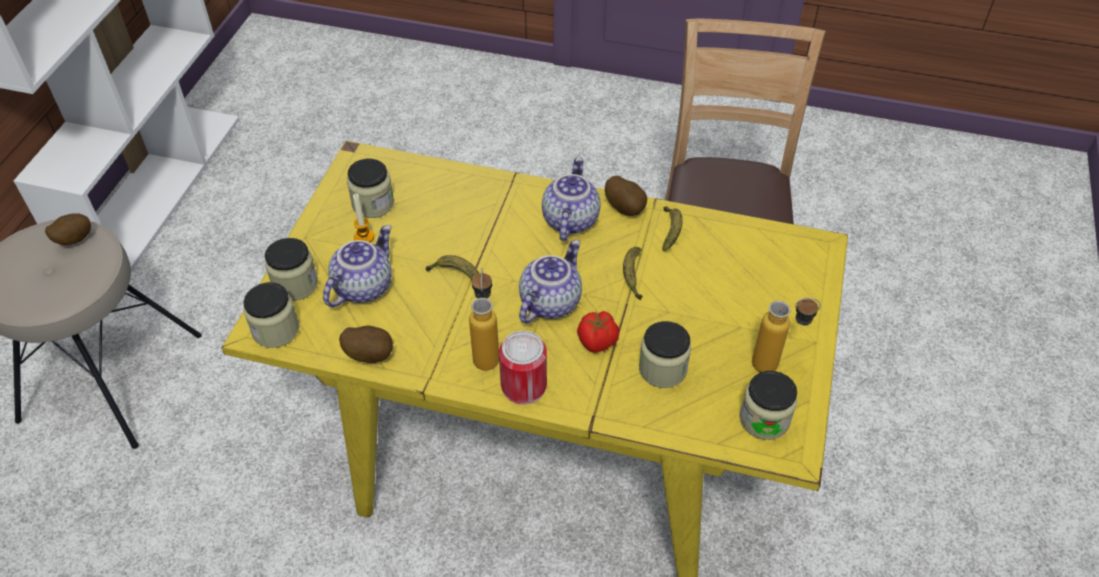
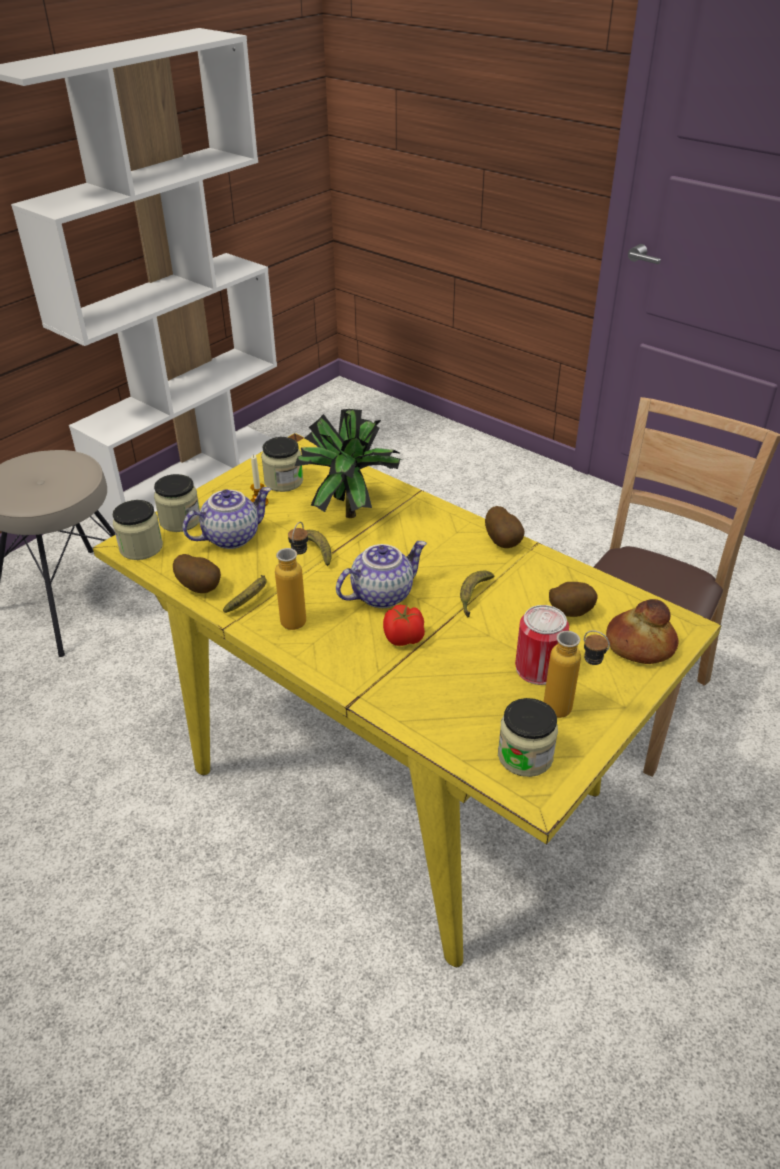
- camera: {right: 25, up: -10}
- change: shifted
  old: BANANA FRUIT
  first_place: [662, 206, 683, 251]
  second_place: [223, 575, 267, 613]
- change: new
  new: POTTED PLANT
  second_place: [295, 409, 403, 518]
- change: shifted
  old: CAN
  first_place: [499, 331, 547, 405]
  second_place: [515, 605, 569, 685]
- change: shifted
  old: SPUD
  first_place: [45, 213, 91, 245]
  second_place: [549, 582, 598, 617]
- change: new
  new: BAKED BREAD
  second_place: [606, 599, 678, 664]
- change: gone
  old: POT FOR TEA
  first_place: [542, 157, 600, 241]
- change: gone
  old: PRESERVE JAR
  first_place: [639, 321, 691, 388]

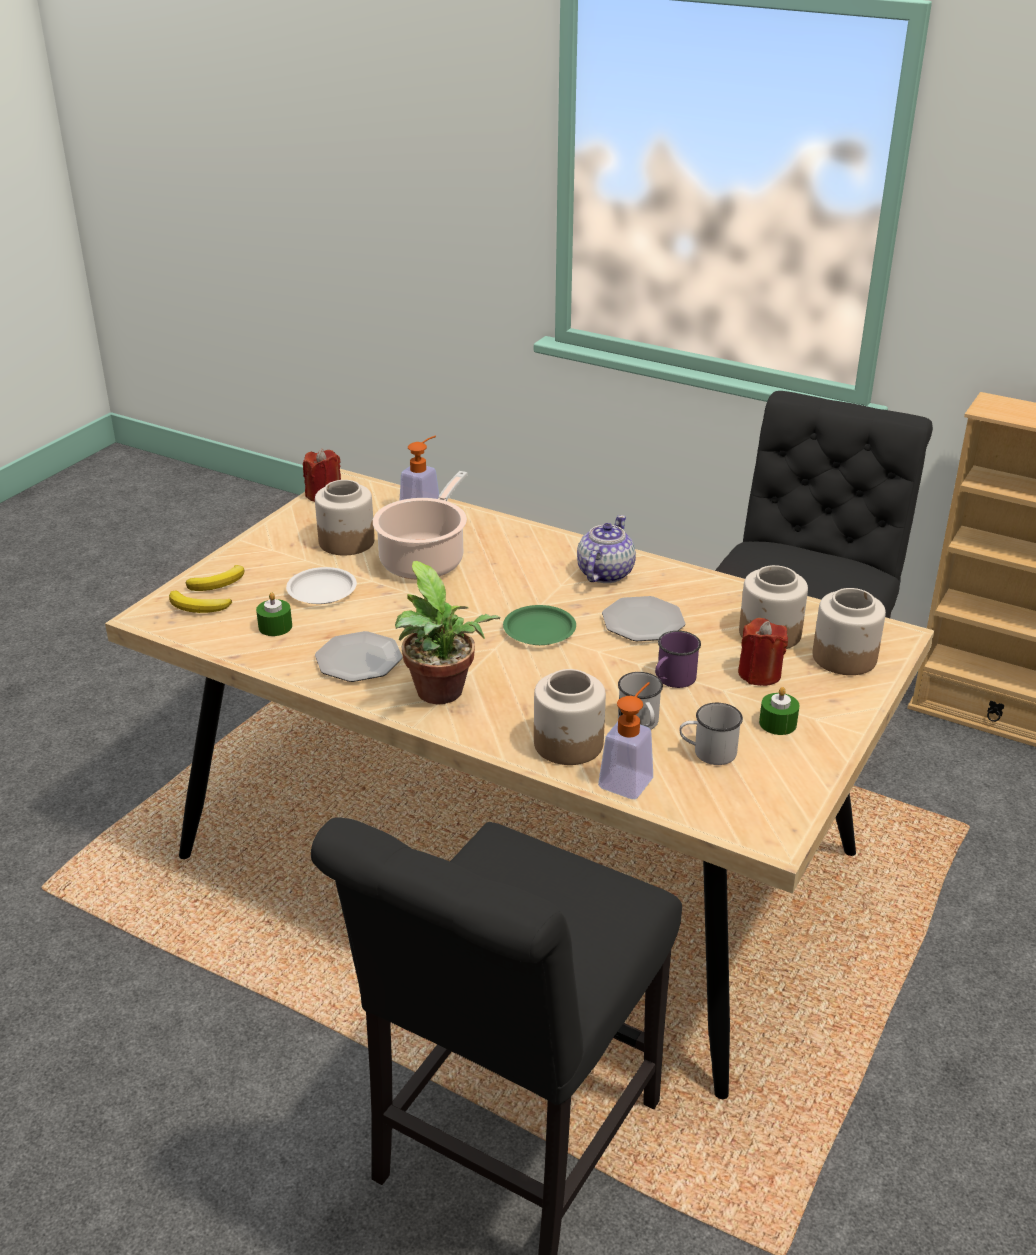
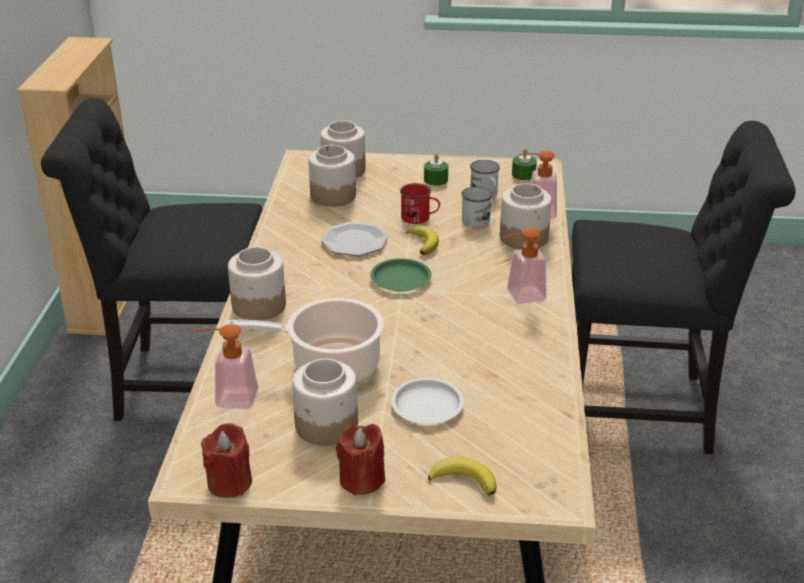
- camera: {right: -115, up: 0}
- change: new
  new: PRESERVE JAR
  second_place: [228, 247, 286, 320]
- change: shifted
  old: REDDISH WAX LIGHT
  first_place: [738, 618, 788, 686]
  second_place: [336, 424, 385, 495]
- change: repainted
  old: PURPLE TEA MUG
  new: REDDISH TEA MUG
  first_place: [655, 631, 701, 688]
  second_place: [400, 183, 440, 224]
- change: shifted
  old: BANANA FRUIT
  first_place: [169, 590, 232, 613]
  second_place: [406, 226, 439, 255]
- change: swapped
  old: POTTED PLANT
  new: LIQUID SOAP BOTTLE
  first_place: [395, 561, 501, 704]
  second_place: [501, 227, 547, 304]
- change: shifted
  old: GREEN WAX LIGHT
  first_place: [256, 592, 292, 636]
  second_place: [512, 148, 537, 180]
- change: gone
  old: PLATE
  first_place: [315, 631, 403, 682]
- change: gone
  old: POT FOR TEA
  first_place: [577, 515, 636, 583]

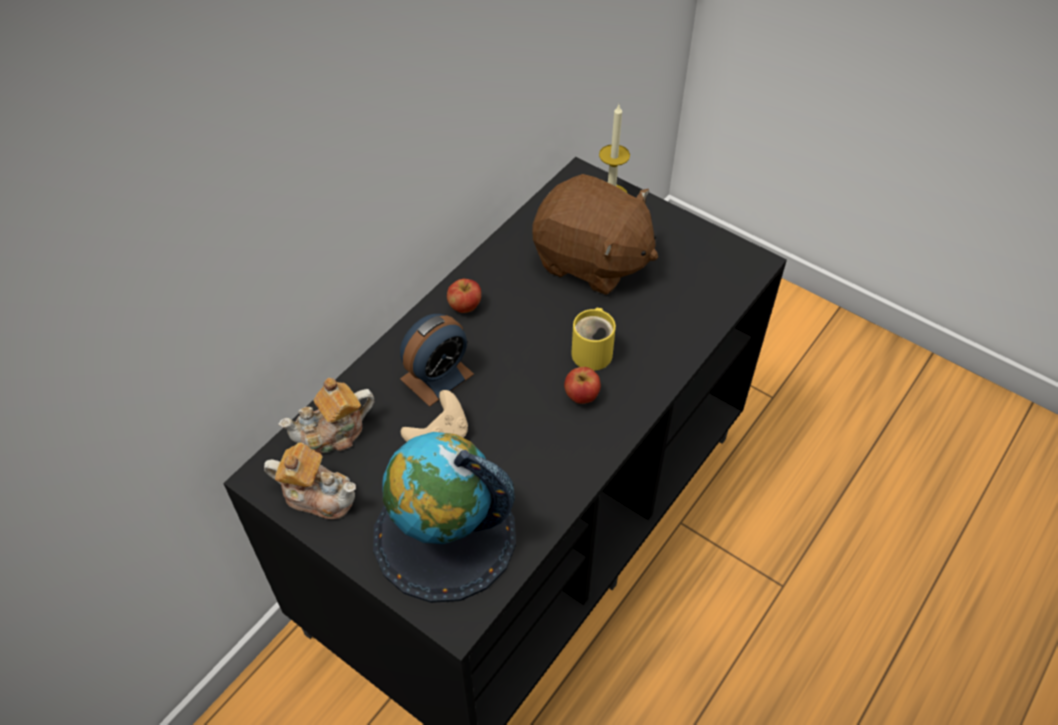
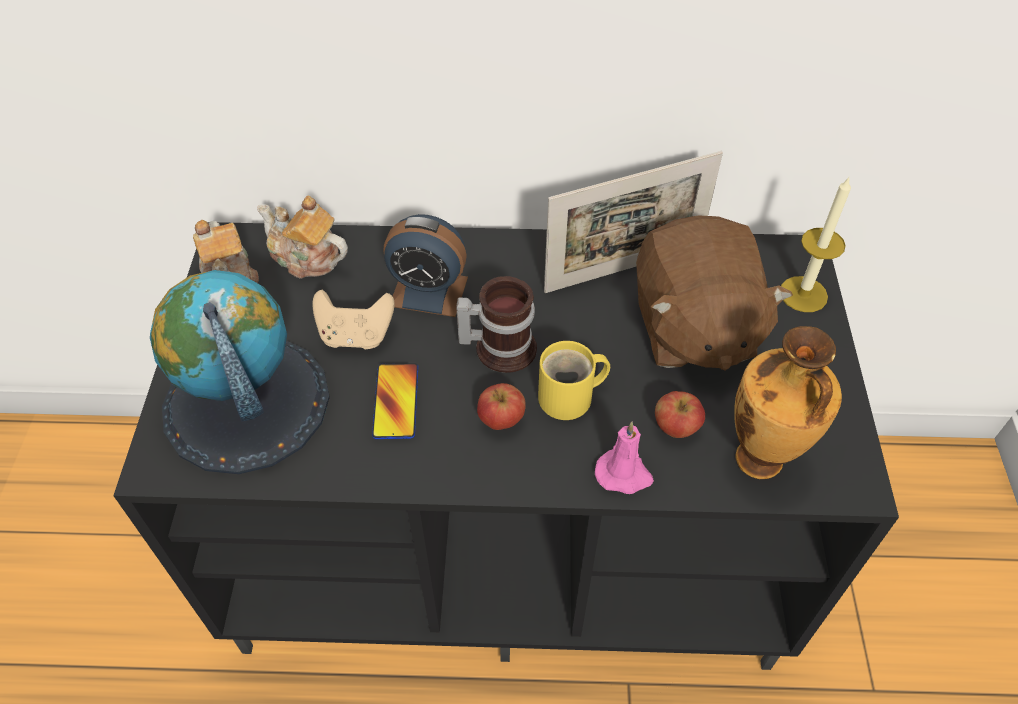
- camera: {right: 55, up: 0}
- change: new
  new: TELEPHONE
  second_place: [372, 363, 418, 439]
- change: new
  new: TEA MUG
  second_place: [456, 276, 537, 373]
- change: new
  new: PICTURE FRAME
  second_place: [544, 151, 723, 293]
- change: new
  new: PINK WAX LIGHT
  second_place: [595, 421, 654, 494]
- change: shifted
  old: APPLE FRUIT
  first_place: [447, 279, 481, 313]
  second_place: [655, 391, 705, 438]
- change: new
  new: VASE
  second_place: [734, 326, 842, 479]

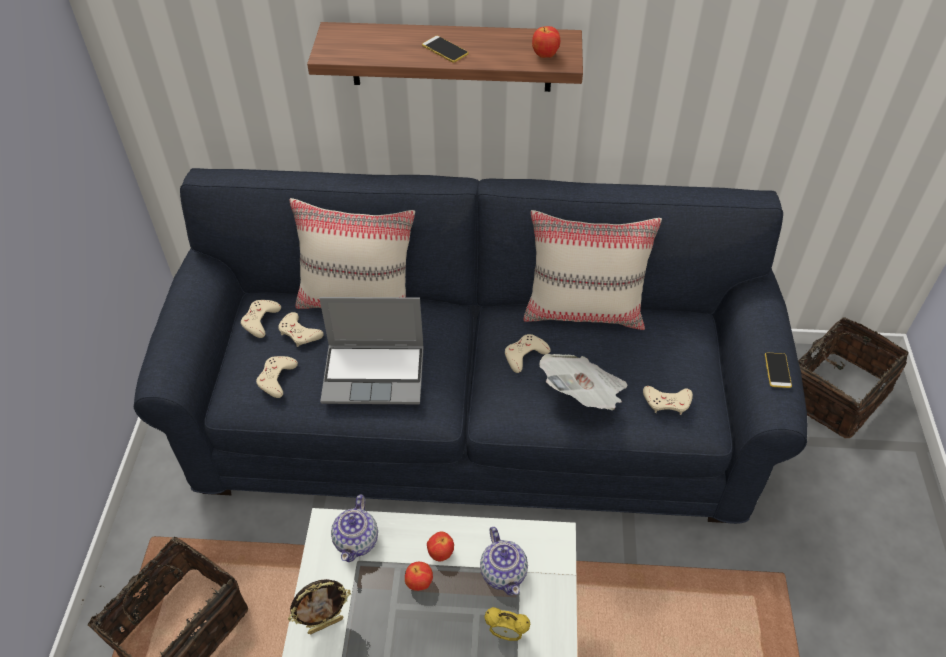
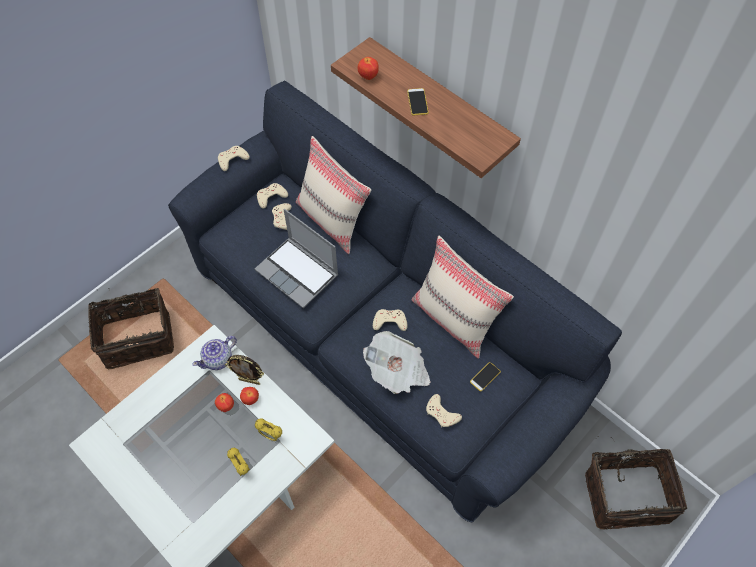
- camera: {right: 40, up: 10}
- change: shifted
  old: BEIGE-COLOURED GAMEPAD
  first_place: [256, 356, 298, 398]
  second_place: [218, 146, 250, 171]
- change: shifted
  old: PICTURE FRAME
  first_place: [288, 579, 351, 634]
  second_place: [225, 355, 264, 385]
- change: swapped
  old: POT FOR TEA
  new: BEDSIDE CLOCK
  first_place: [480, 527, 528, 596]
  second_place: [255, 418, 282, 441]
- change: shifted
  old: APPLE FRUIT
  first_place: [532, 26, 560, 58]
  second_place: [358, 57, 379, 80]
- change: shifted
  old: TELEPHONE
  first_place: [765, 353, 792, 388]
  second_place: [470, 362, 501, 391]

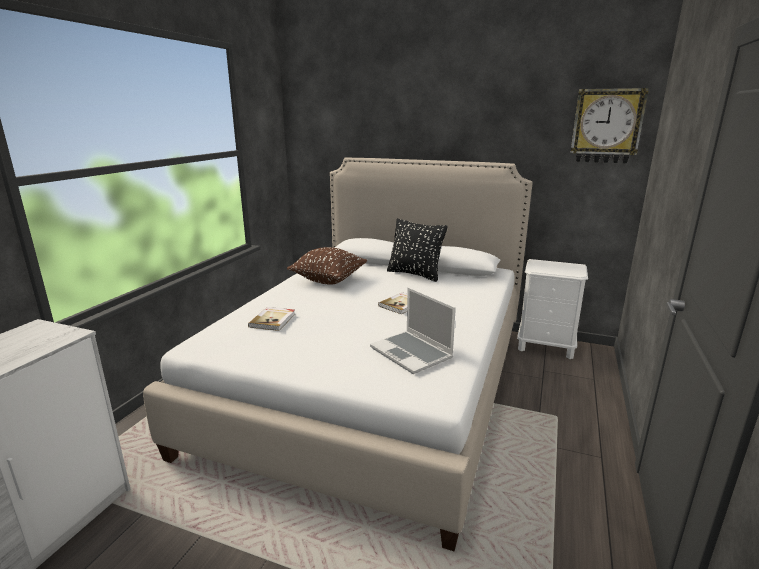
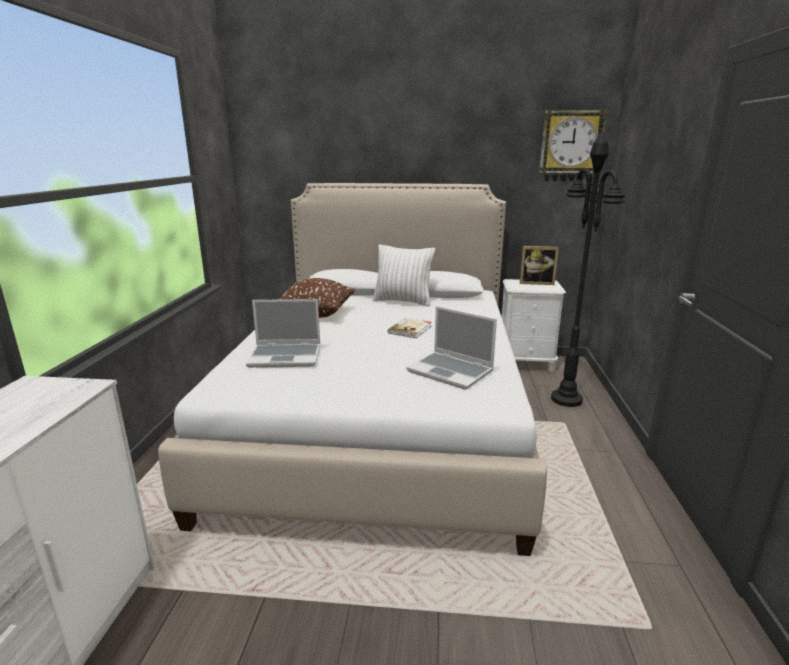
- camera: {right: -15, up: 0}
- change: swapped
  old: BOUND BOOK
  new: NOTEBOOK COMPUTER
  first_place: [248, 307, 295, 331]
  second_place: [246, 299, 321, 368]
- change: repainted
  old: BLACK-COLOURED PILLOW
  new: WHITE-COLOURED PILLOW
  first_place: [387, 219, 447, 282]
  second_place: [373, 245, 435, 306]
- change: new
  new: PICTURE FRAME
  second_place: [520, 246, 559, 285]
- change: new
  new: BLACK-COLOURED STANDARD LAMP
  second_place: [551, 131, 625, 407]

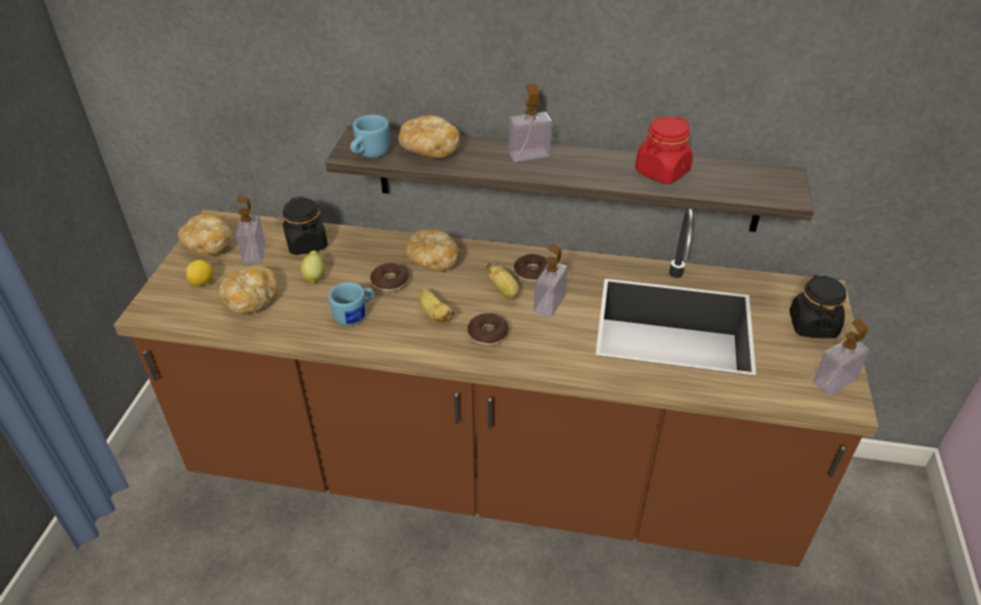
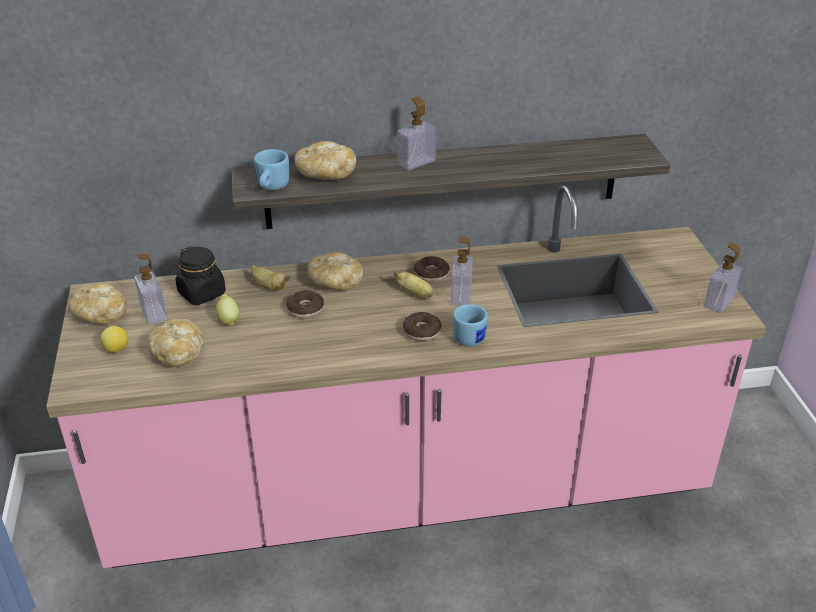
- camera: {right: -20, up: -5}
- change: repainted
  old: BROWN COUNTER
  new: PINK COUNTER
  first_place: [114, 209, 878, 567]
  second_place: [46, 185, 766, 568]
- change: shifted
  old: BANANA FRUIT
  first_place: [419, 287, 455, 323]
  second_place: [251, 265, 290, 290]
- change: shifted
  old: BLUISH TEA MUG
  first_place: [328, 282, 374, 326]
  second_place: [453, 304, 488, 346]
- change: gone
  old: REDDISH PRESERVE JAR
  first_place: [635, 117, 693, 184]
- change: gone
  old: BLACK-COLOURED PRESERVE JAR
  first_place: [790, 275, 846, 338]

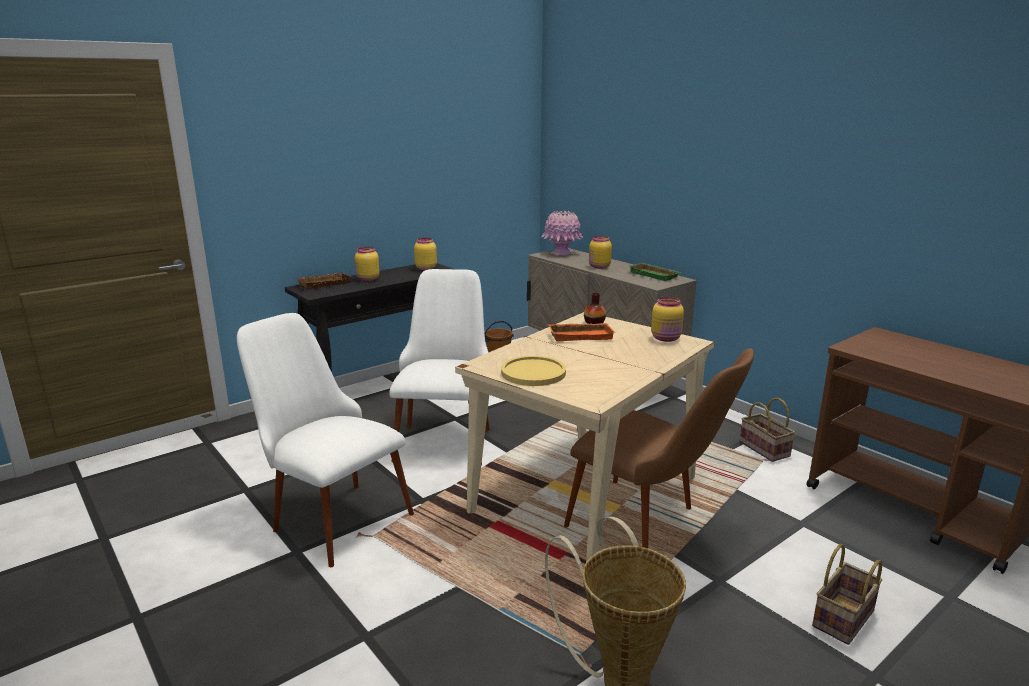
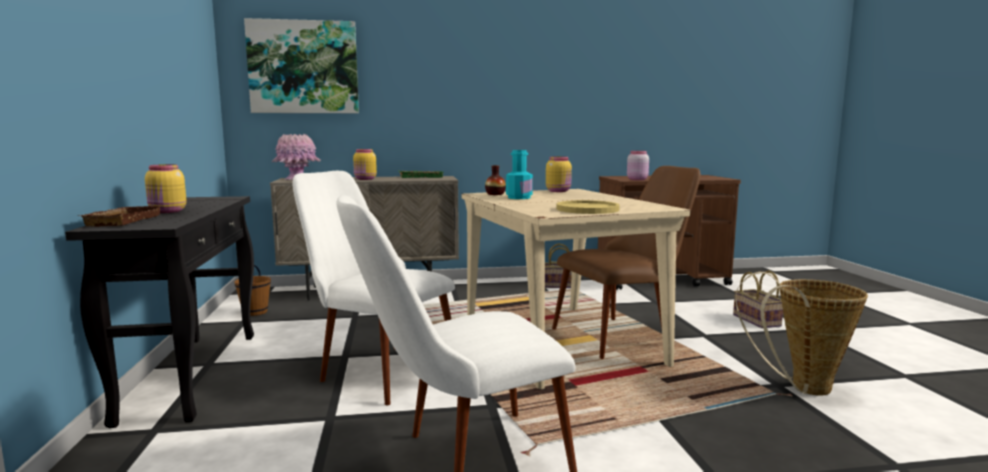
- camera: {right: -60, up: -10}
- change: new
  new: WALL PICTURE
  second_place: [244, 18, 359, 113]
- change: swapped
  old: ORANGE-COLOURED SERVING TRAY
  new: TURQUOISE-COLOURED BEVERAGE BOTTLE
  first_place: [548, 323, 615, 341]
  second_place: [506, 150, 533, 199]
- change: new
  new: PINK PRESERVE JAR
  second_place: [627, 151, 649, 180]
- change: gone
  old: YELLOW PRESERVE JAR
  first_place: [414, 238, 437, 270]

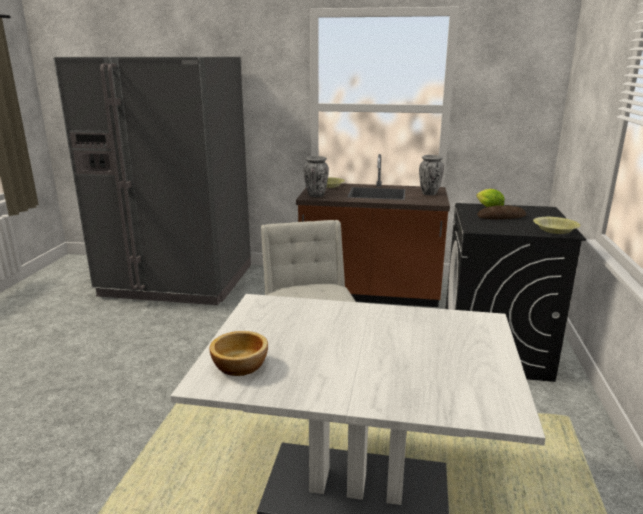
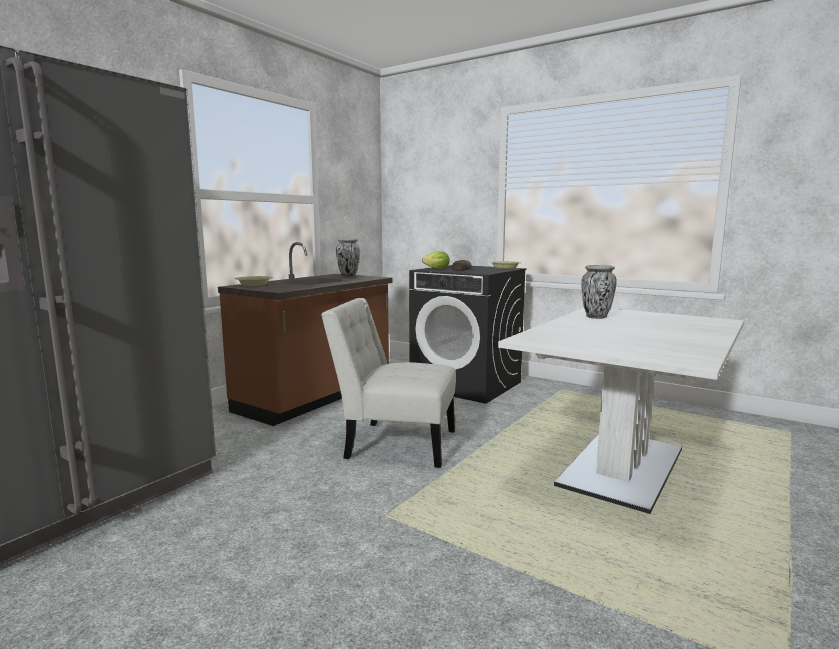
- camera: {right: -65, up: -10}
- change: shifted
  old: VASE
  first_place: [304, 156, 329, 197]
  second_place: [581, 265, 617, 319]
- change: gone
  old: SERVING BOWL
  first_place: [210, 331, 268, 376]

